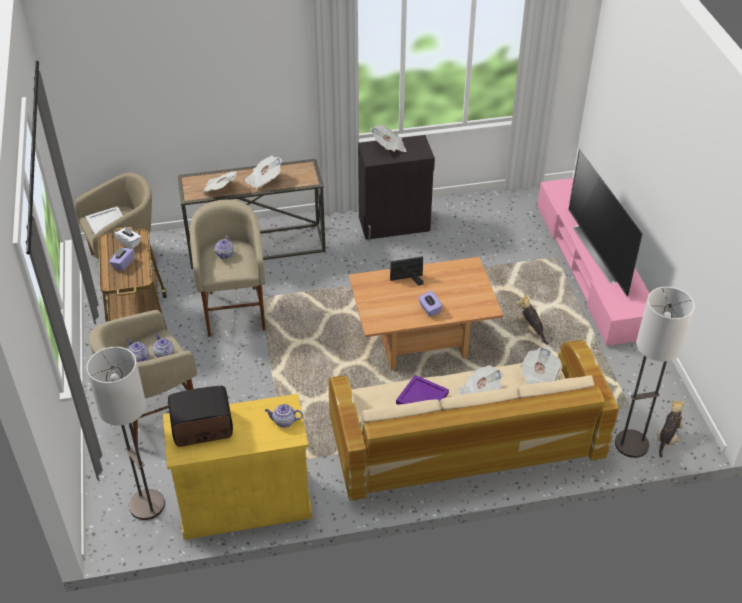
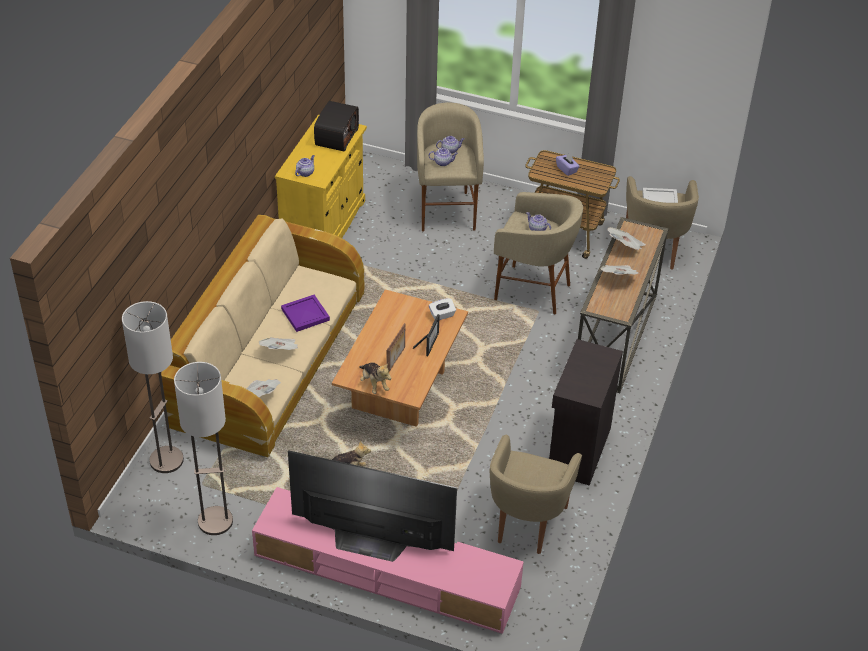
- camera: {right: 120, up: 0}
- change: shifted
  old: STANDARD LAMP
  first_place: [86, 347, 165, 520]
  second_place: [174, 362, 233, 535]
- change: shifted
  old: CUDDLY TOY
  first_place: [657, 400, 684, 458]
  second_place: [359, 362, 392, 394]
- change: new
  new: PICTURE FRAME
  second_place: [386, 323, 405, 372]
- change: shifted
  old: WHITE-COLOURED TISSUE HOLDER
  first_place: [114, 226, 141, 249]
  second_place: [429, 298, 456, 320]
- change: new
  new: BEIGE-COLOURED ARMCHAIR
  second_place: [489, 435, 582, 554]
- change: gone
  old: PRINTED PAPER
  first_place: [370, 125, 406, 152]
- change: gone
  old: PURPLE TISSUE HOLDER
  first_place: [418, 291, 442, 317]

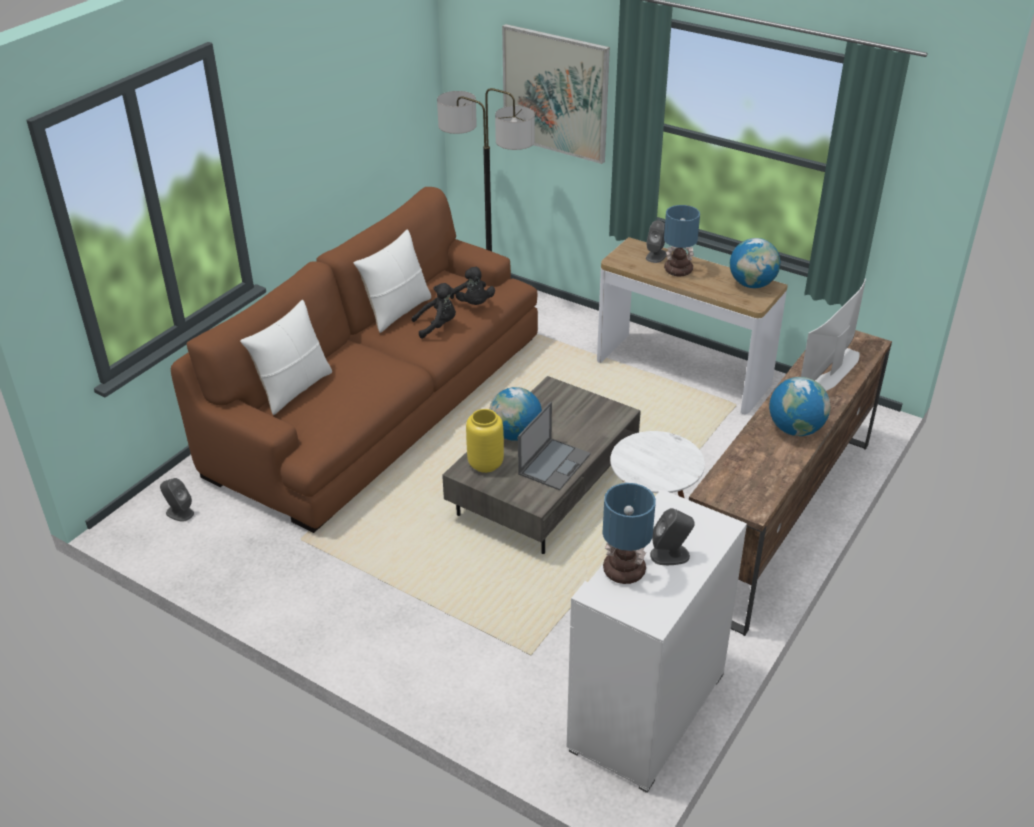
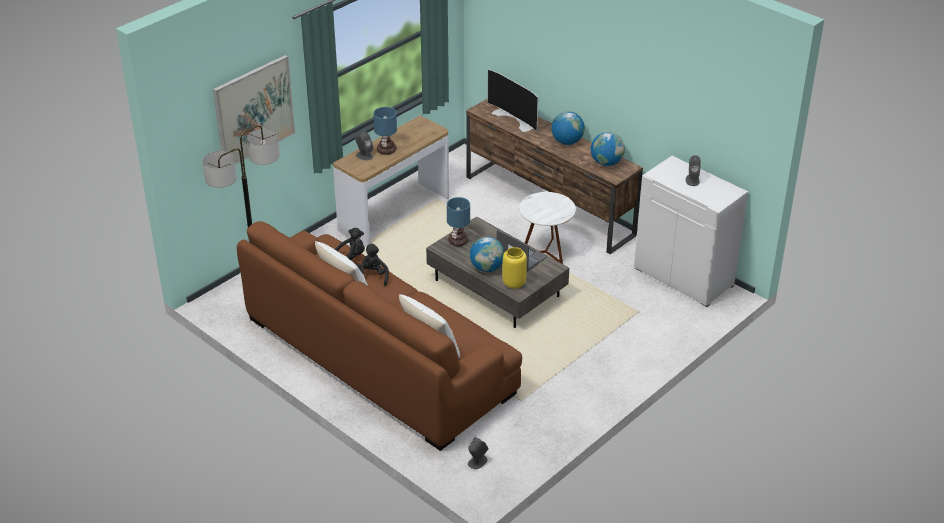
- camera: {right: -80, up: 0}
- change: shifted
  old: TABLE LAMP
  first_place: [602, 483, 656, 584]
  second_place: [447, 197, 470, 246]
- change: shifted
  old: WORLD GLOBE
  first_place: [730, 238, 781, 288]
  second_place: [591, 132, 625, 166]

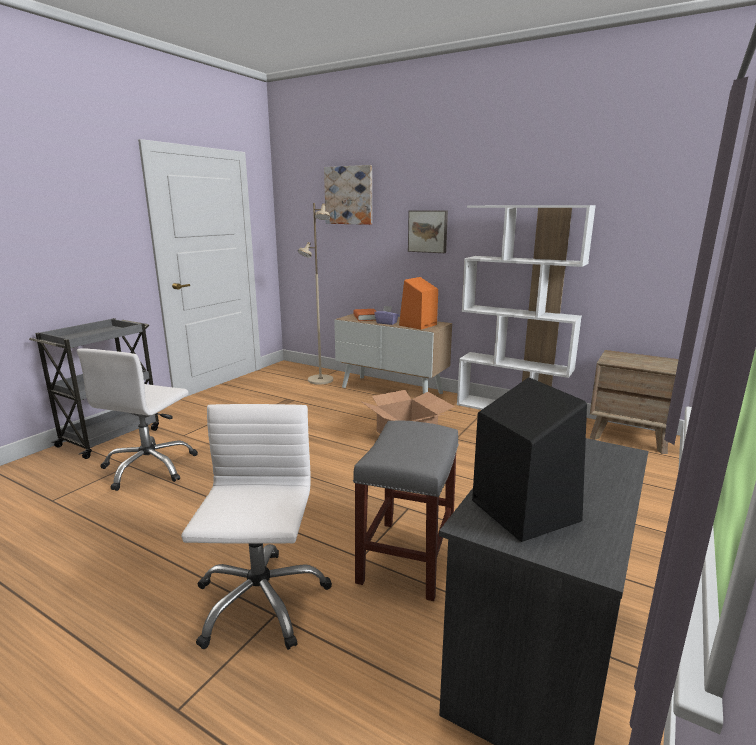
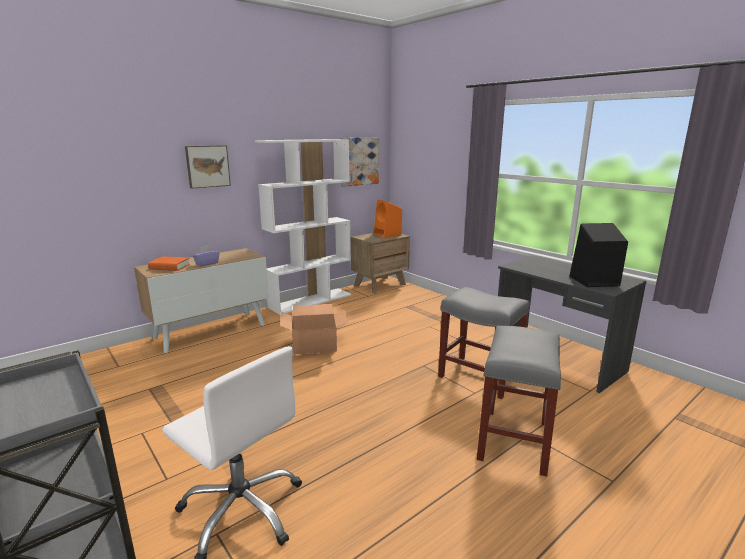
- camera: {right: -70, up: 0}
- change: shifted
  old: WALL PICTURE
  first_place: [324, 165, 372, 225]
  second_place: [340, 137, 379, 187]
- change: shifted
  old: ORANGE-COLOURED LOUDSPEAKER
  first_place: [399, 277, 438, 330]
  second_place: [373, 199, 402, 238]
- change: swapped
  old: WHITE-COLOURED DESK CHAIR
  new: GREY SITTING STOOL
  first_place: [181, 404, 332, 650]
  second_place: [477, 326, 561, 477]
- change: gone
  old: BEIGE-COLOURED STANDARD LAMP
  first_place: [298, 203, 333, 385]

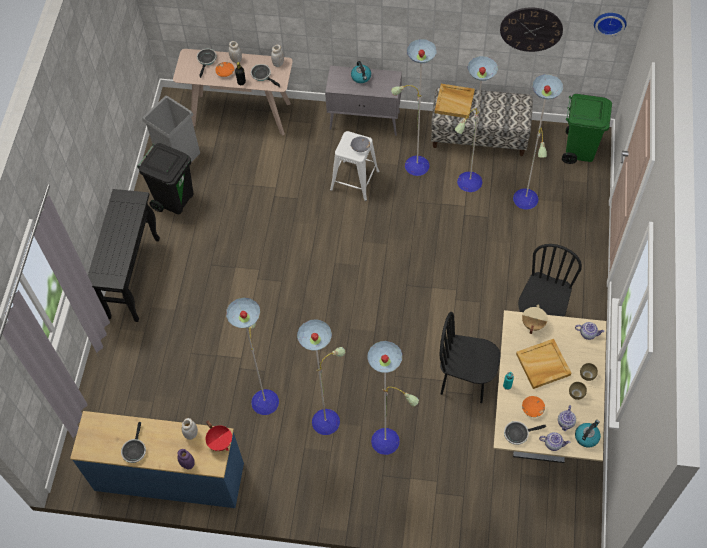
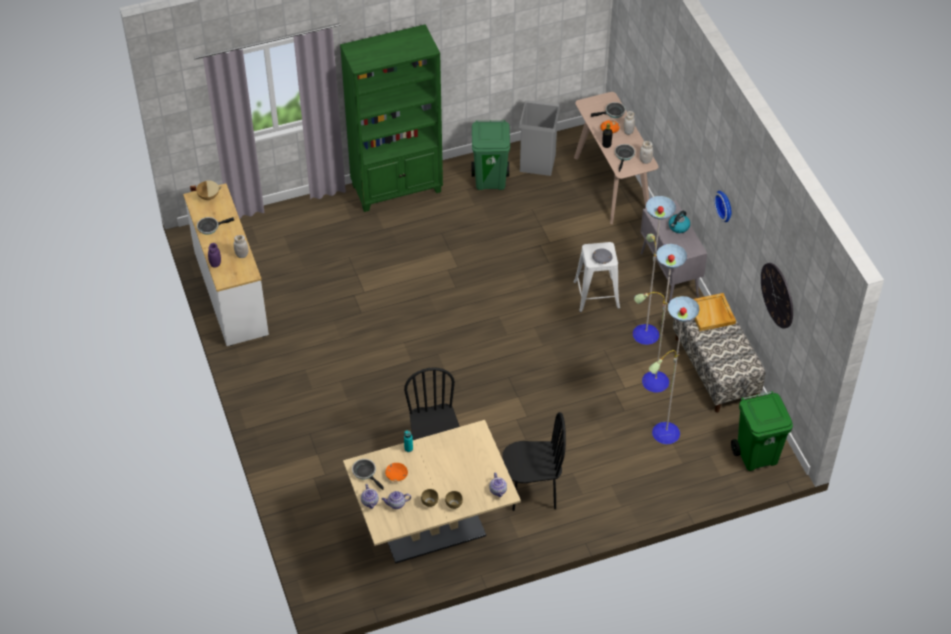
- camera: {right: 60, up: -10}
- change: repainted
  old: BLUISH DRAWER CHEST
  new: WHITE-COLOURED DRAWER CHEST
  first_place: [70, 411, 244, 508]
  second_place: [183, 183, 269, 346]
- change: shifted
  old: BEIGE-COLOURED COOKING POT
  first_place: [522, 305, 548, 334]
  second_place: [190, 180, 222, 200]
- change: swapped
  old: BLACK-COLOURED CONSOLE TABLE
  new: GREEN SHELVING UNIT
  first_place: [88, 189, 160, 322]
  second_place: [340, 24, 443, 212]
- change: repainted
  old: BLACK-COLOURED TRASH CAN
  new: GREEN TRASH CAN
  first_place: [137, 143, 194, 214]
  second_place: [472, 120, 510, 190]
- change: shifted
  old: WALL CLOCK
  first_place: [594, 13, 627, 36]
  second_place: [714, 191, 731, 222]
- change: gone
  old: REDDISH COOKING POT
  first_place: [205, 421, 232, 451]
- change: gone
  old: STANDARD LAMP
  first_place: [226, 298, 419, 455]
- change: gone
  old: BEIGE-COLOURED SERVING TRAY
  first_place: [516, 339, 571, 389]
- change: gone
  old: TEA KETTLE
  first_place: [575, 420, 601, 448]

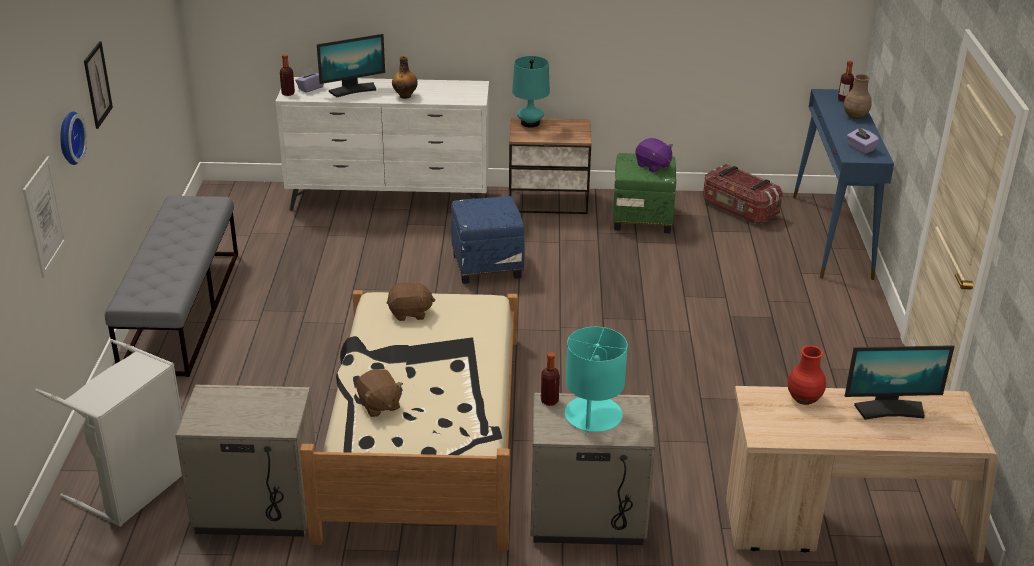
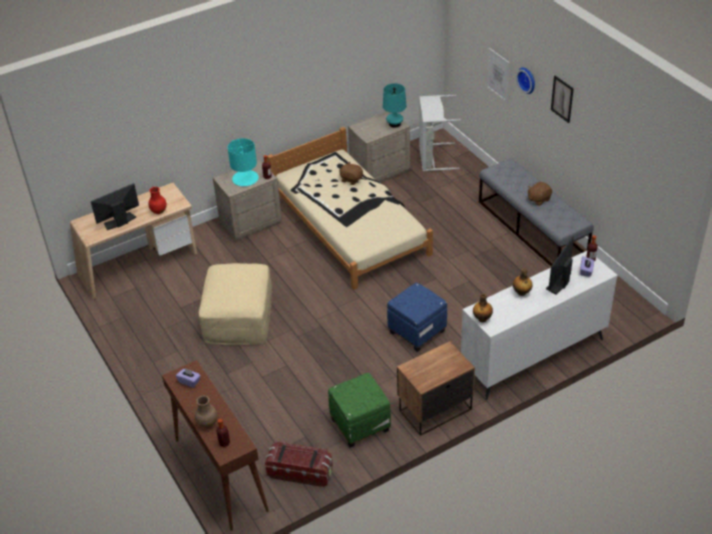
- camera: {right: 150, up: 10}
- change: repainted
  old: BLUISH CONSOLE TABLE
  new: BROWN CONSOLE TABLE
  first_place: [793, 89, 894, 280]
  second_place: [162, 360, 269, 531]
- change: new
  new: BEIGE-COLOURED OTTOMAN
  second_place: [199, 263, 272, 345]
- change: shifted
  old: TURQUOISE-COLOURED TABLE LAMP
  first_place: [512, 56, 550, 127]
  second_place: [383, 83, 406, 128]
- change: new
  new: BEVERAGE BOTTLE
  second_place: [473, 294, 493, 322]
- change: shifted
  old: BROWN CUDDLY TOY
  first_place: [387, 280, 435, 321]
  second_place: [528, 182, 552, 206]
- change: gone
  old: PURPLE CUDDLY TOY
  first_place: [635, 138, 673, 172]

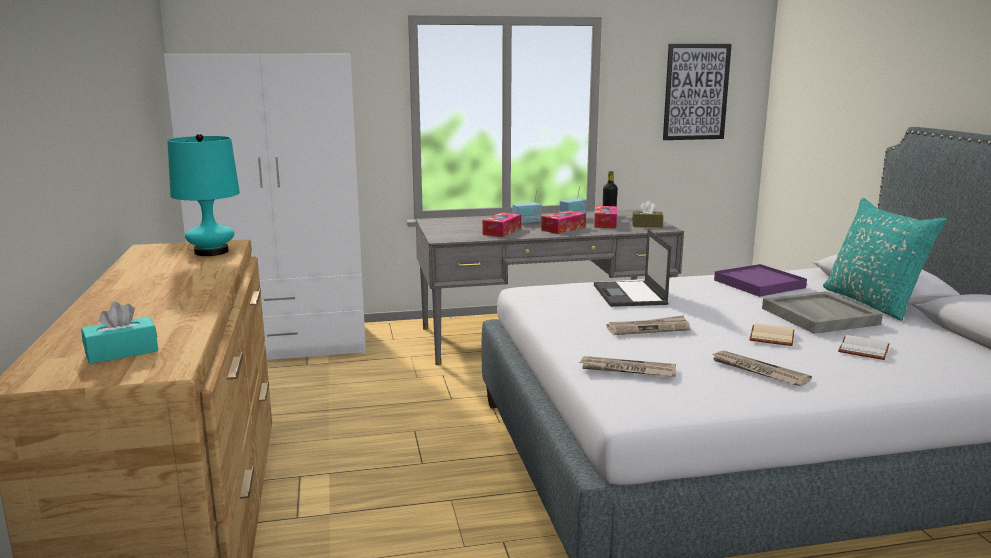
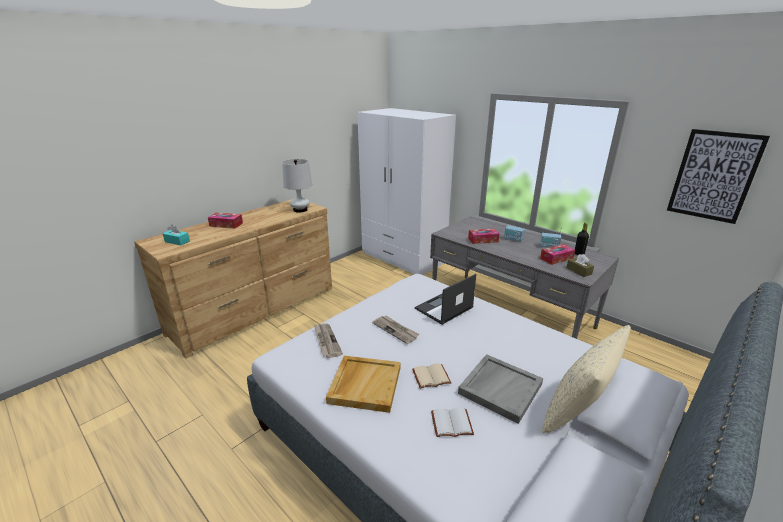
- camera: {right: 55, up: 10}
- change: shifted
  old: TISSUE HOLDER
  first_place: [541, 210, 586, 234]
  second_place: [208, 212, 243, 229]
- change: repainted
  old: TURQUOISE-COLOURED TABLE LAMP
  new: WHITE-COLOURED TABLE LAMP
  first_place: [167, 134, 240, 256]
  second_place: [282, 159, 312, 213]
- change: swapped
  old: PRINTED PAPER
  new: BEIGE-COLOURED SERVING TRAY
  first_place: [710, 350, 812, 387]
  second_place: [326, 356, 400, 413]
- change: repainted
  old: TURQUOISE-COLOURED PILLOW
  new: BEIGE-COLOURED PILLOW
  first_place: [823, 198, 948, 321]
  second_place: [542, 325, 631, 434]
- change: gone
  old: PURPLE SERVING TRAY
  first_place: [714, 264, 807, 297]

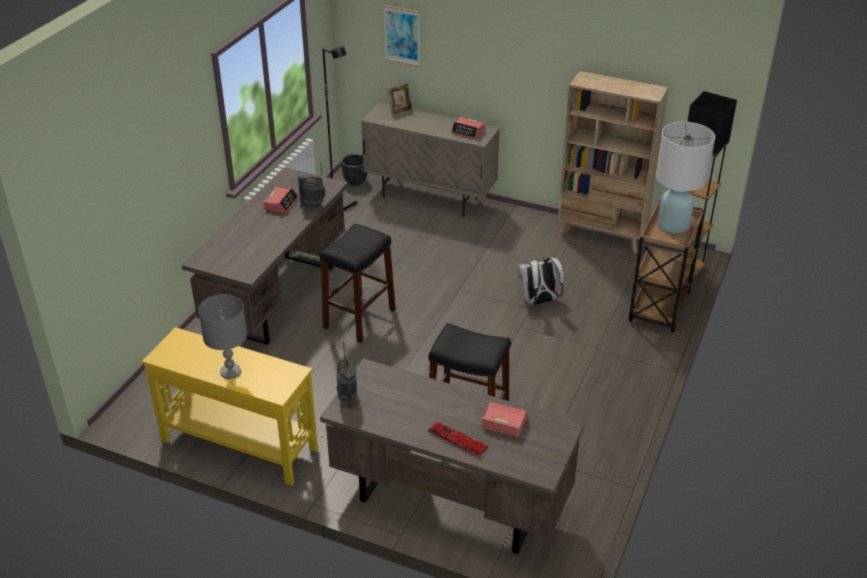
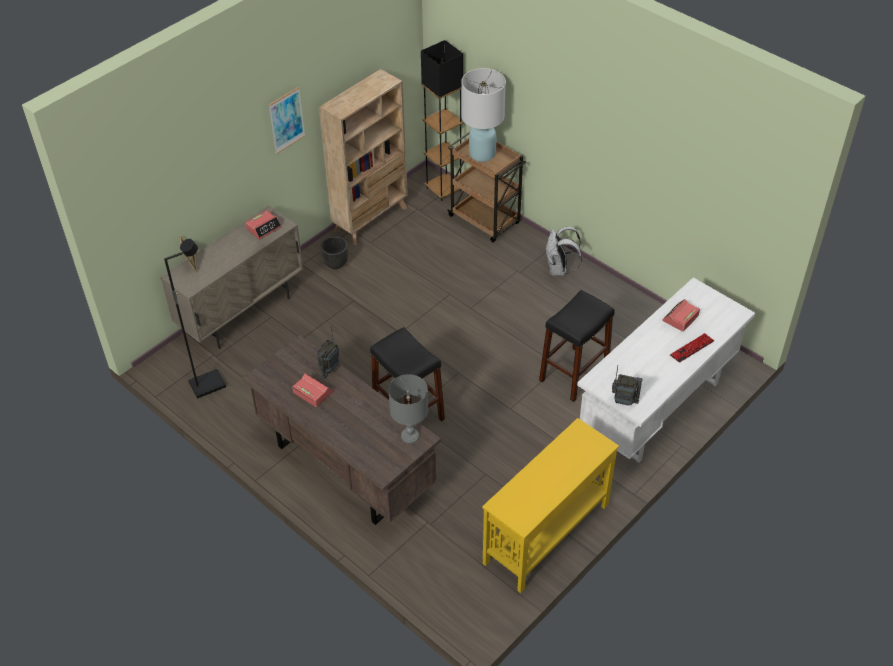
- camera: {right: -70, up: 10}
- change: shifted
  old: WALL PICTURE
  first_place: [384, 5, 420, 66]
  second_place: [268, 87, 305, 154]
- change: shifted
  old: BLACK-COLOURED PLANT POT
  first_place: [341, 154, 368, 186]
  second_place: [320, 236, 348, 269]
- change: shifted
  old: GREY TABLE LAMP
  first_place: [198, 294, 247, 379]
  second_place: [388, 374, 429, 444]
- change: shifted
  old: WHITE-COLOURED RUCKSACK
  first_place: [517, 257, 564, 306]
  second_place: [545, 226, 582, 276]
- change: repainted
  old: BROWN DESK UNIT
  new: WHITE-COLOURED DESK UNIT
  first_place: [320, 359, 585, 554]
  second_place: [577, 277, 755, 463]

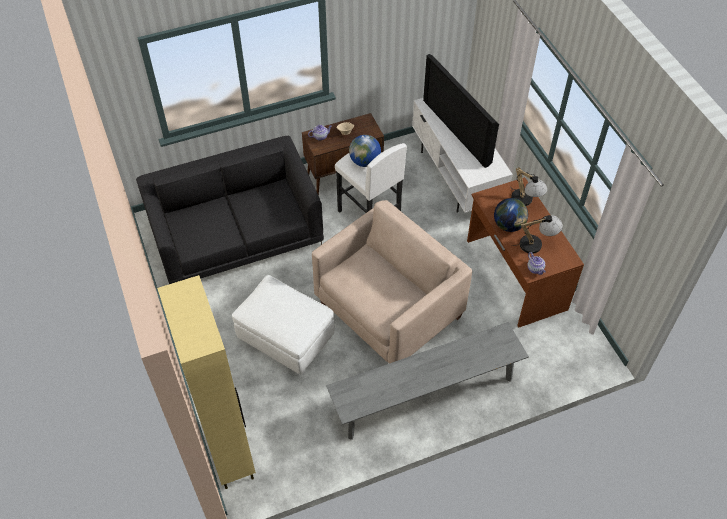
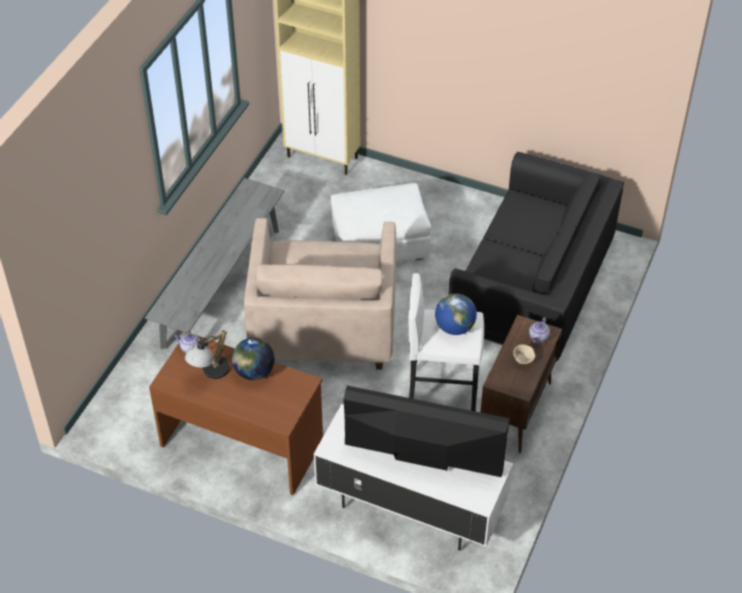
- camera: {right: 135, up: -5}
- change: gone
  old: TABLE LAMP
  first_place: [510, 167, 548, 206]

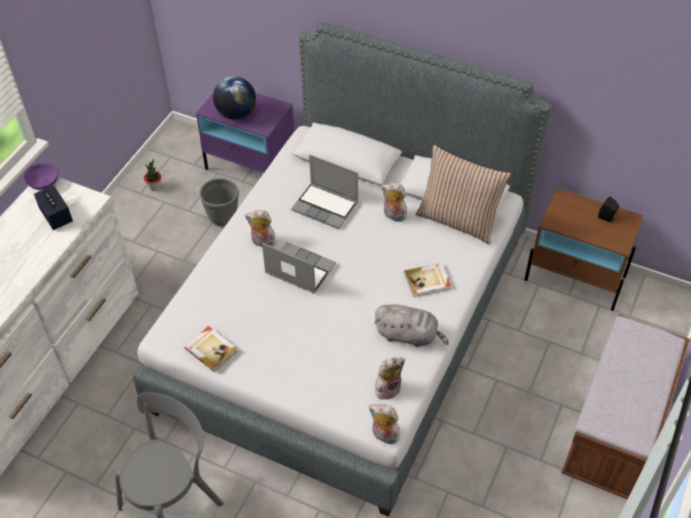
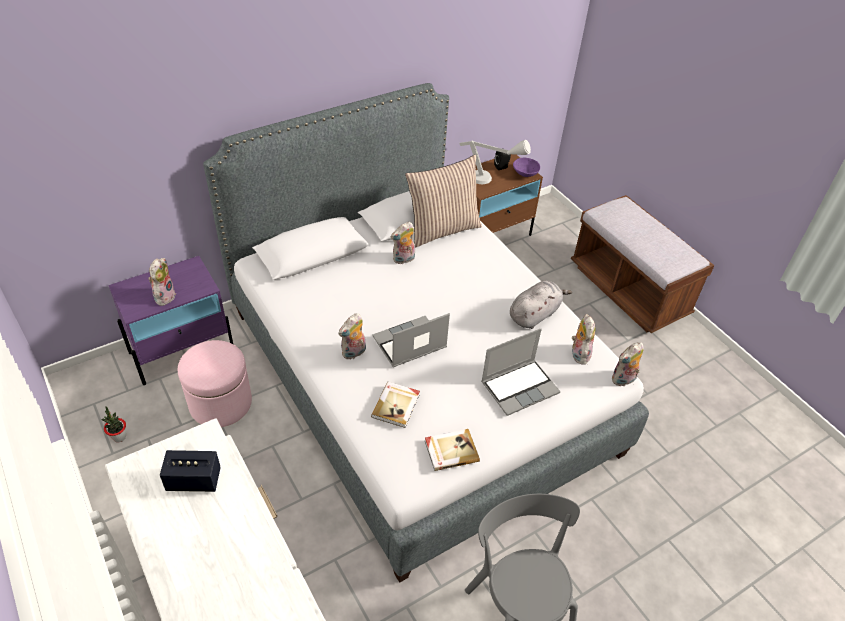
- camera: {right: -60, up: -5}
- change: swapped
  old: WORLD GLOBE
  new: CUDDLY TOY
  first_place: [213, 76, 256, 120]
  second_place: [148, 258, 176, 306]
- change: swapped
  old: GREY PLANT POT
  new: PINK OTTOMAN
  first_place: [200, 178, 239, 226]
  second_place: [178, 340, 252, 427]
- change: shifted
  old: BOUND BOOK
  first_place: [404, 263, 451, 297]
  second_place: [371, 382, 420, 428]
- change: new
  new: GREY TABLE LAMP
  second_place: [459, 140, 531, 184]
- change: shifted
  old: NOTEBOOK COMPUTER
  first_place: [291, 155, 359, 229]
  second_place: [481, 329, 560, 416]
- change: shifted
  old: PURPLE SERVING BOWL
  first_place: [24, 163, 59, 190]
  second_place: [513, 158, 540, 177]

